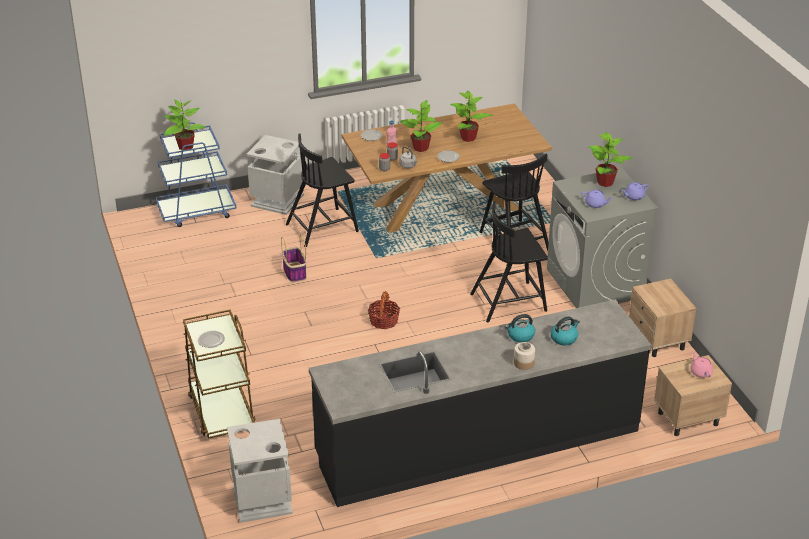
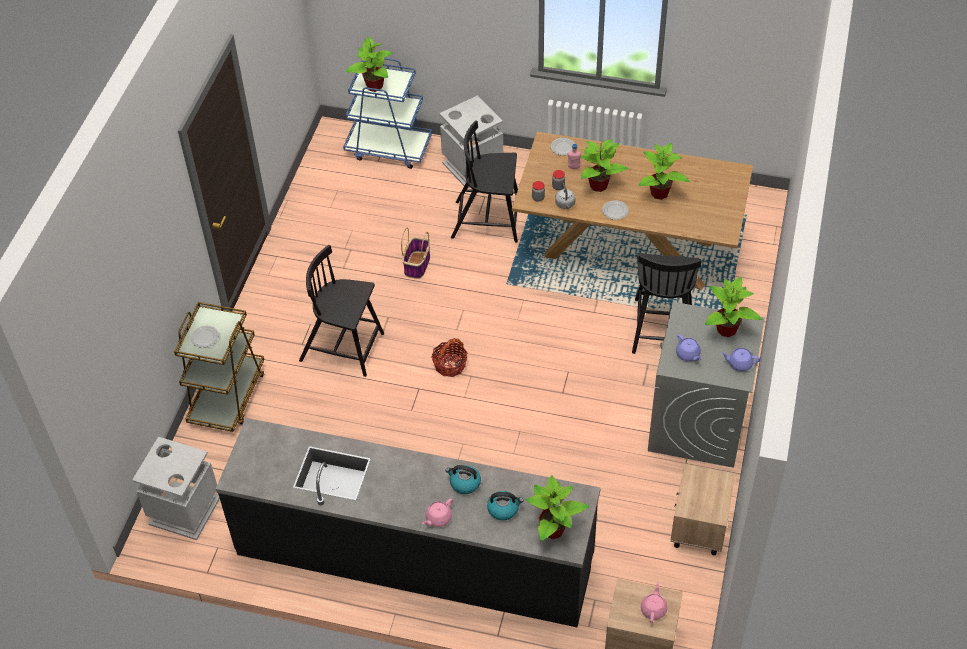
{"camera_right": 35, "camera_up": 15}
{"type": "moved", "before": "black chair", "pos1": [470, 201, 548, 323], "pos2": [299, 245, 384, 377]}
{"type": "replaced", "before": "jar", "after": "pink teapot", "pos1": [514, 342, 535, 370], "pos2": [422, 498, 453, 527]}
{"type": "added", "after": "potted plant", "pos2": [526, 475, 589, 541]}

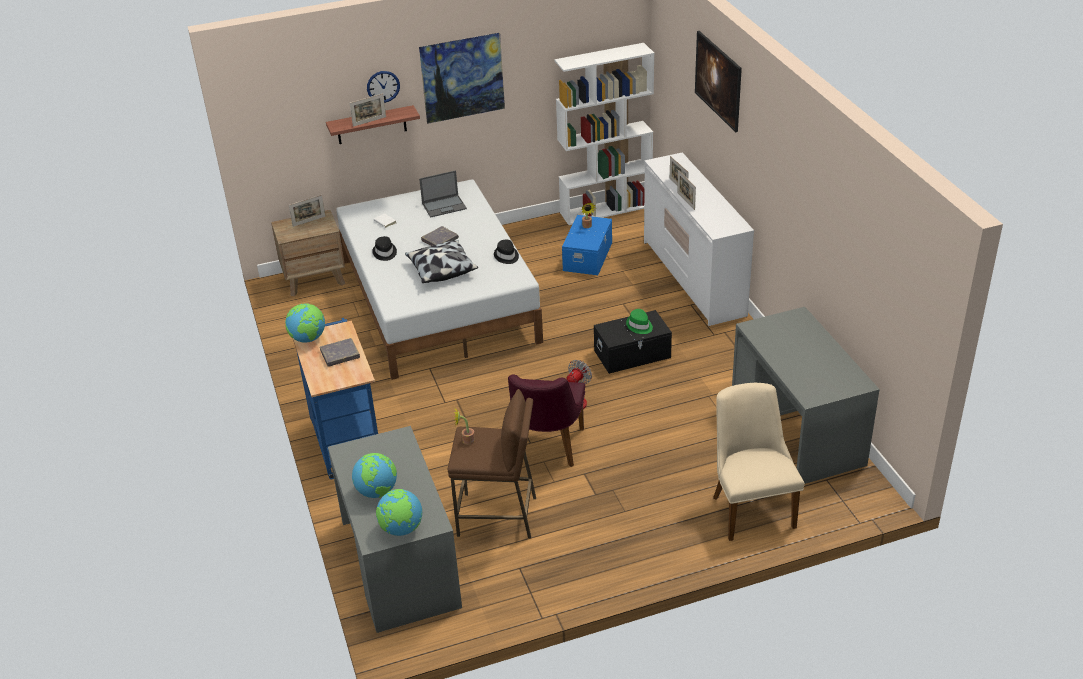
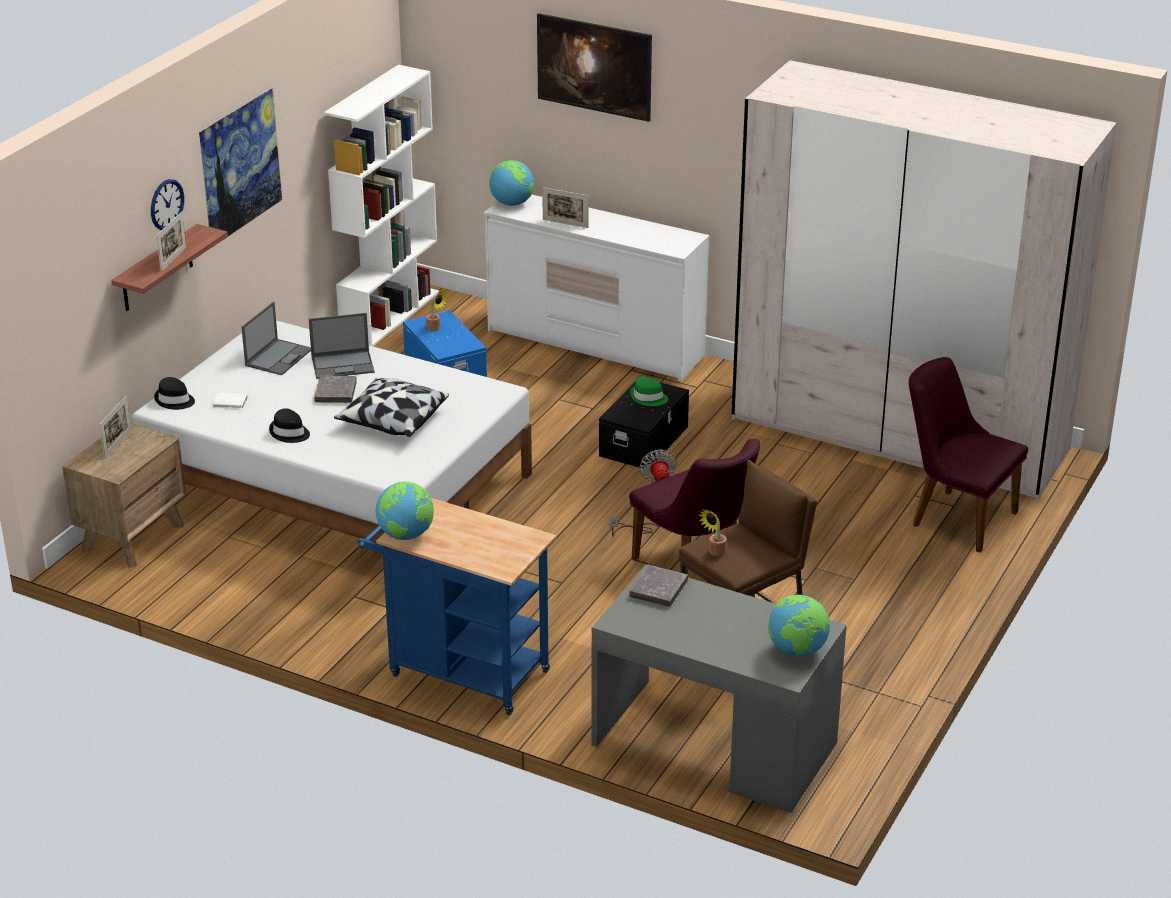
{"camera_right": -45, "camera_up": -5}
{"type": "removed", "before": "picture frame", "pos1": [677, 170, 696, 210]}
{"type": "moved", "before": "black hat", "pos1": [494, 239, 519, 264], "pos2": [154, 377, 195, 410]}
{"type": "replaced", "before": "grey desk", "after": "beige wardrobe", "pos1": [732, 307, 880, 484], "pos2": [732, 60, 1116, 500]}
{"type": "moved", "before": "grey book", "pos1": [320, 338, 360, 366], "pos2": [629, 565, 688, 607]}
{"type": "recoloured", "before": "beige chair", "after": "purple chair", "pos1": [713, 383, 805, 541], "pos2": [909, 357, 1028, 553]}
{"type": "moved", "before": "globe", "pos1": [352, 453, 397, 498], "pos2": [489, 160, 534, 206]}
{"type": "added", "after": "laptop", "pos2": [309, 313, 375, 379]}

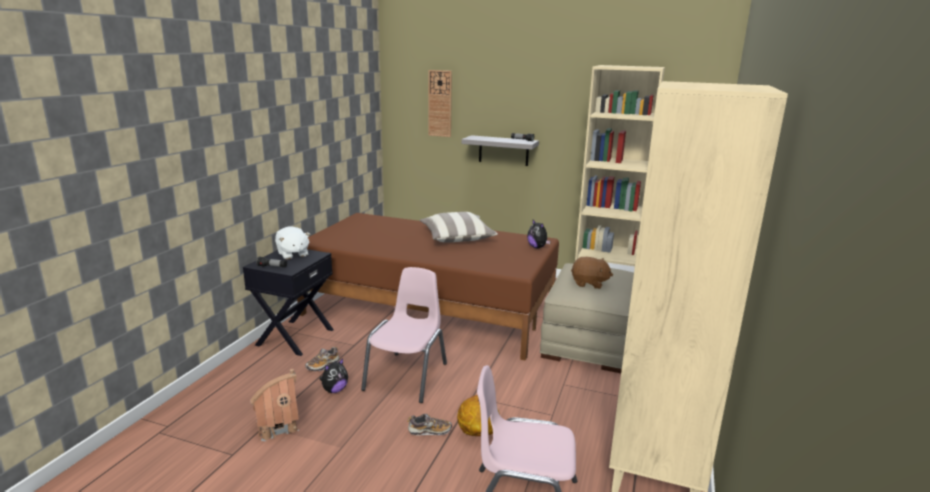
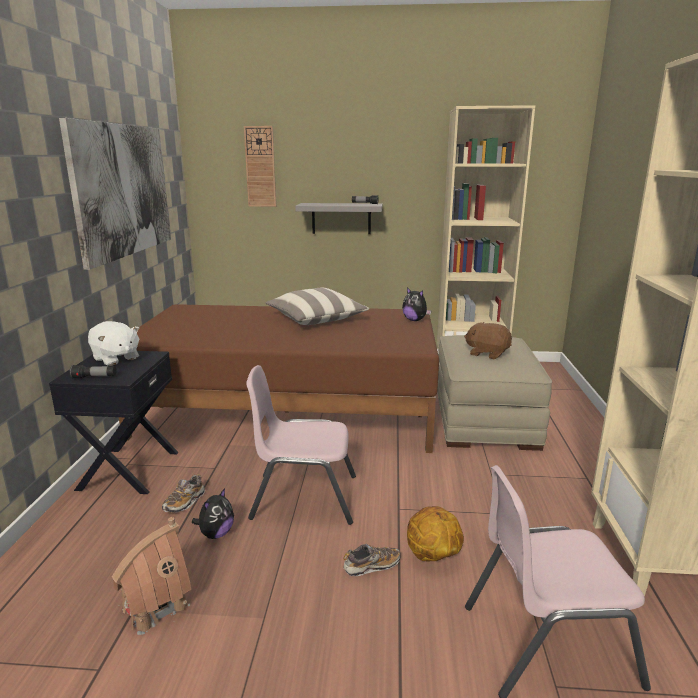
{"camera_right": -15, "camera_up": 0}
{"type": "turned", "before": "brown plush toy", "pos1": [571, 257, 613, 289], "pos2": [464, 322, 512, 359], "turn": -150}
{"type": "turned", "before": "pink chair", "pos1": [361, 267, 447, 403], "pos2": [246, 365, 356, 525], "turn": -90}
{"type": "added", "after": "picture", "pos2": [59, 118, 171, 270]}

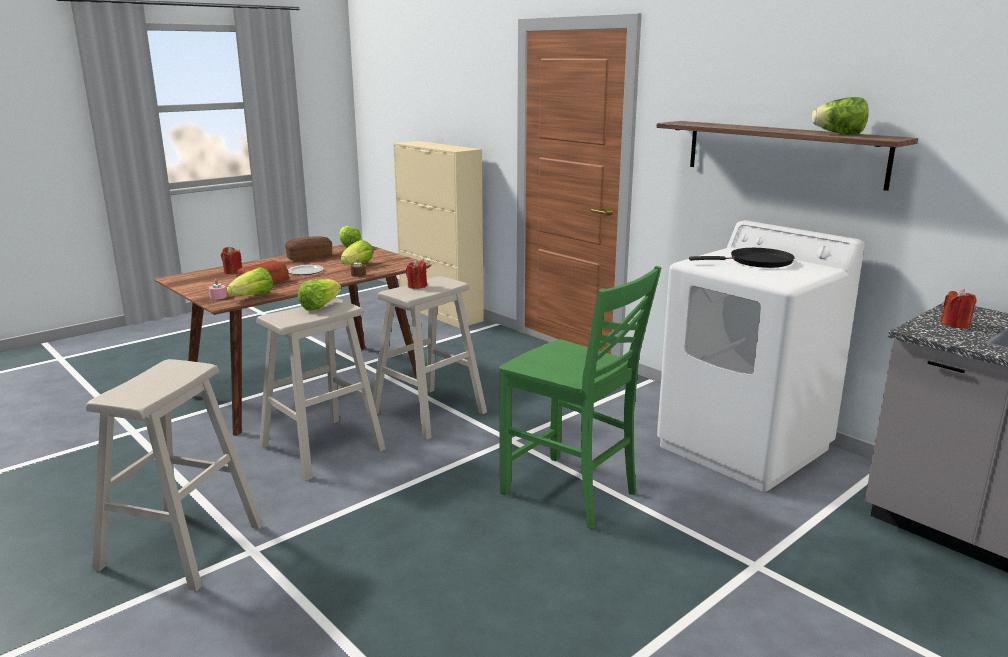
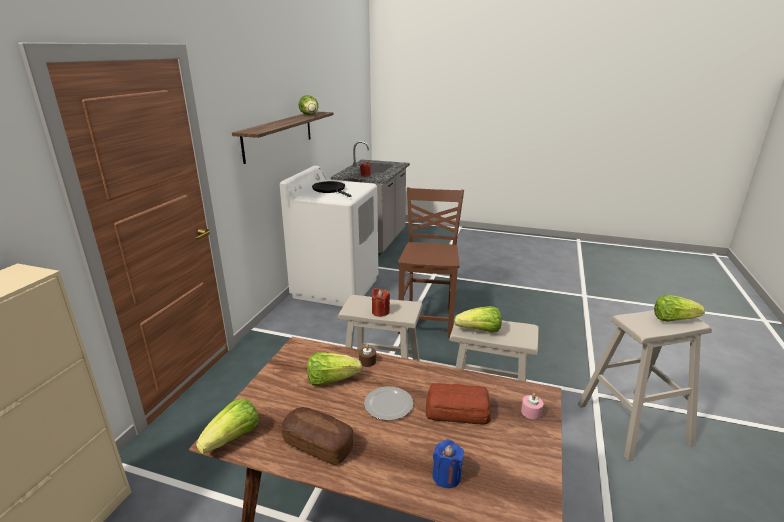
{"camera_right": -120, "camera_up": 5}
{"type": "recoloured", "before": "red candle", "after": "blue candle", "pos1": [221, 247, 243, 274], "pos2": [432, 440, 464, 488]}
{"type": "recoloured", "before": "green chair", "after": "brown chair", "pos1": [499, 266, 662, 529], "pos2": [398, 187, 464, 338]}
{"type": "moved", "before": "lettuce", "pos1": [227, 267, 273, 296], "pos2": [654, 295, 705, 322]}

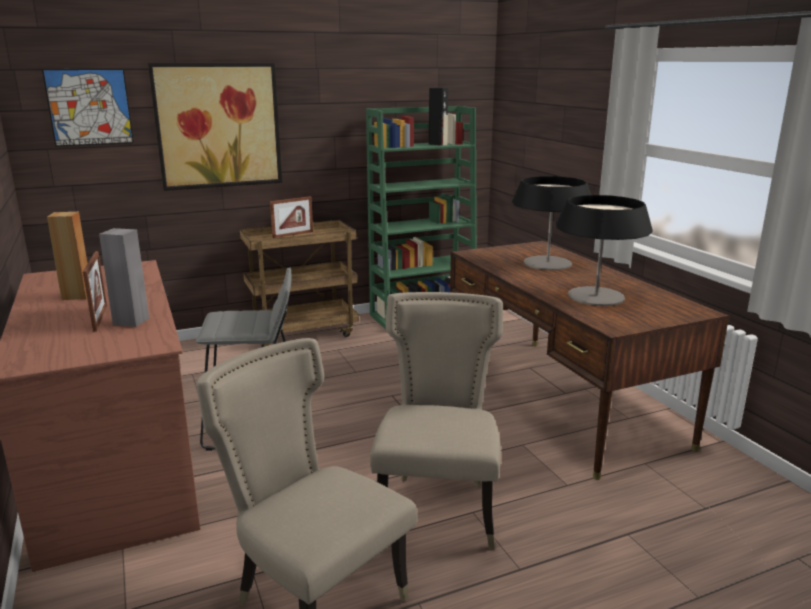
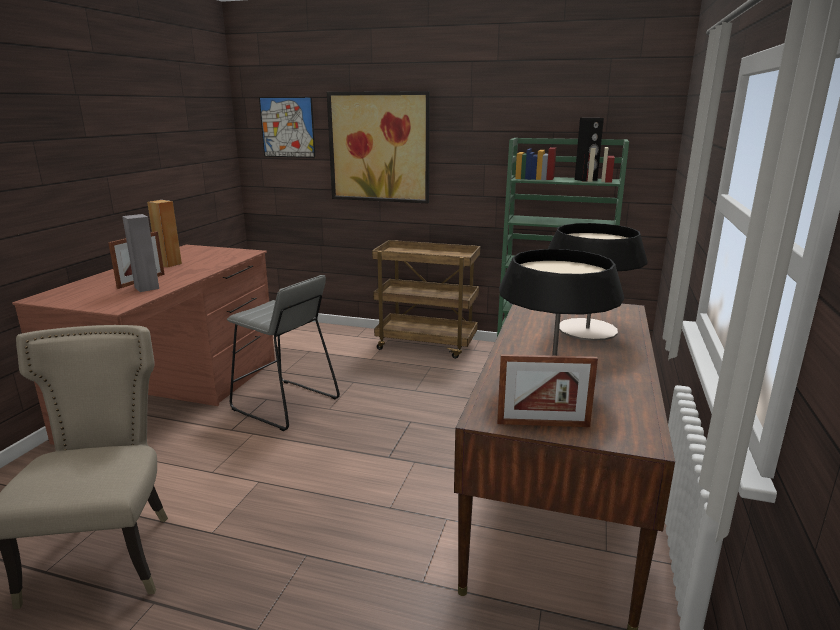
{"camera_right": 40, "camera_up": 0}
{"type": "moved", "before": "picture frame", "pos1": [270, 196, 313, 238], "pos2": [497, 354, 598, 427]}
{"type": "removed", "before": "beige chair", "pos1": [370, 292, 503, 550]}

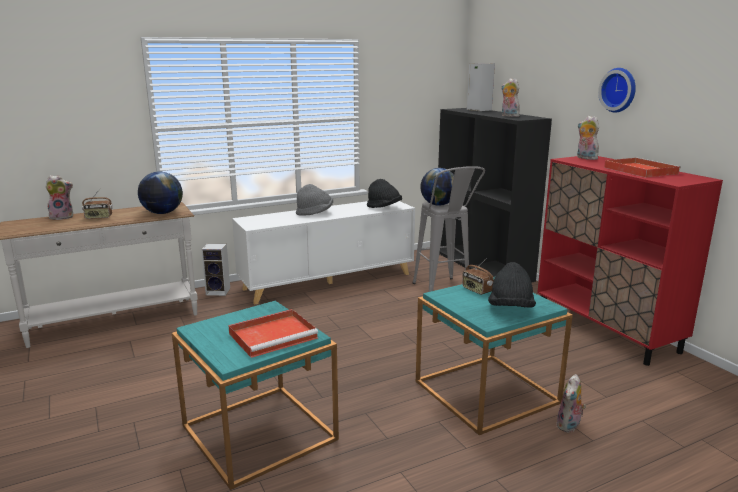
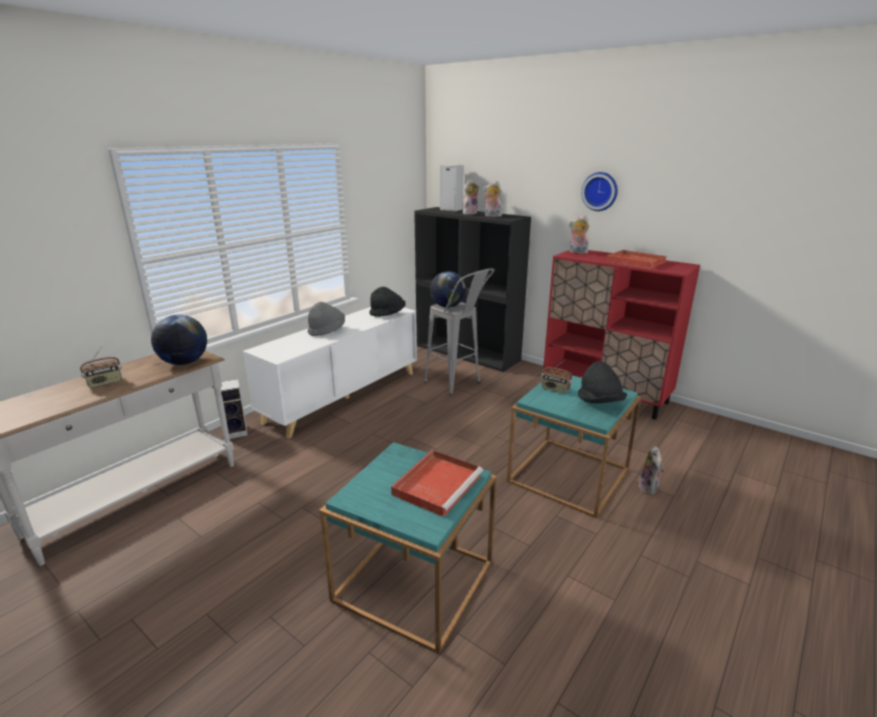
{"camera_right": -25, "camera_up": 5}
{"type": "moved", "before": "plush toy", "pos1": [45, 175, 73, 220], "pos2": [463, 179, 479, 215]}

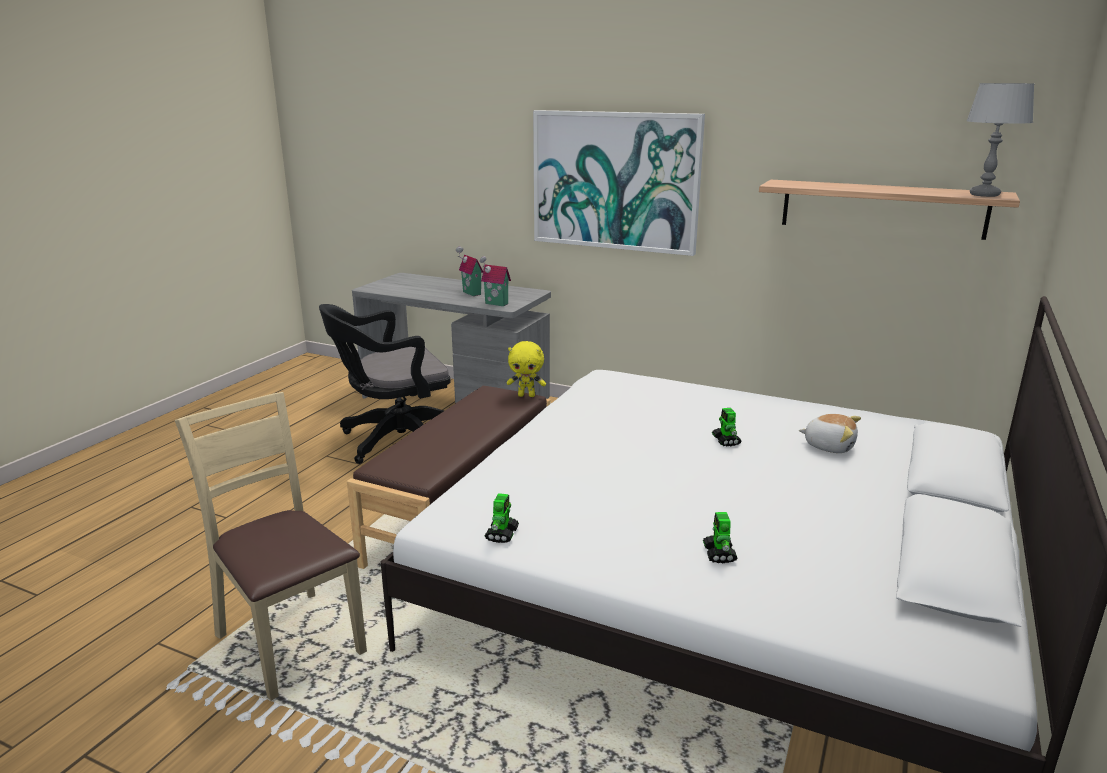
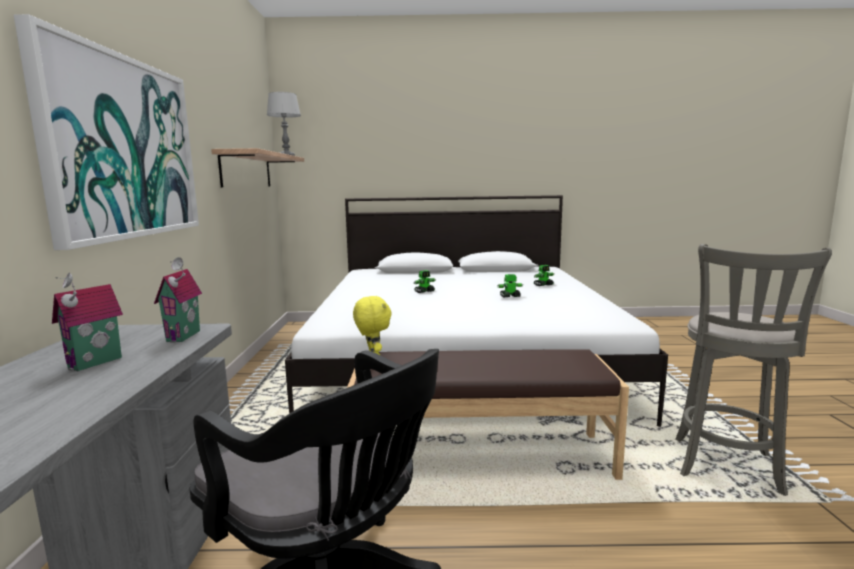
{"camera_right": -115, "camera_up": -10}
{"type": "replaced", "before": "beige chair", "after": "grey stool", "pos1": [175, 392, 367, 701], "pos2": [675, 244, 832, 496]}
{"type": "removed", "before": "plush toy", "pos1": [799, 414, 861, 453]}
{"type": "moved", "before": "toy robot", "pos1": [485, 493, 519, 543], "pos2": [497, 274, 523, 297]}

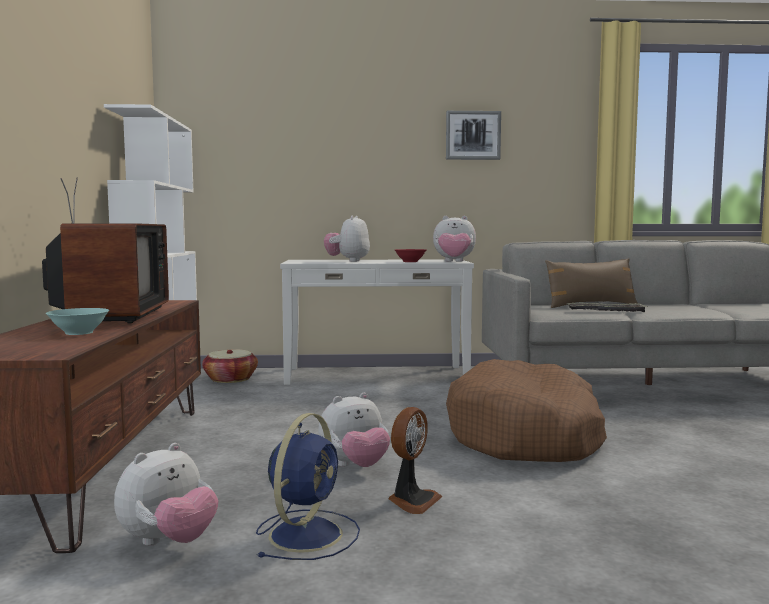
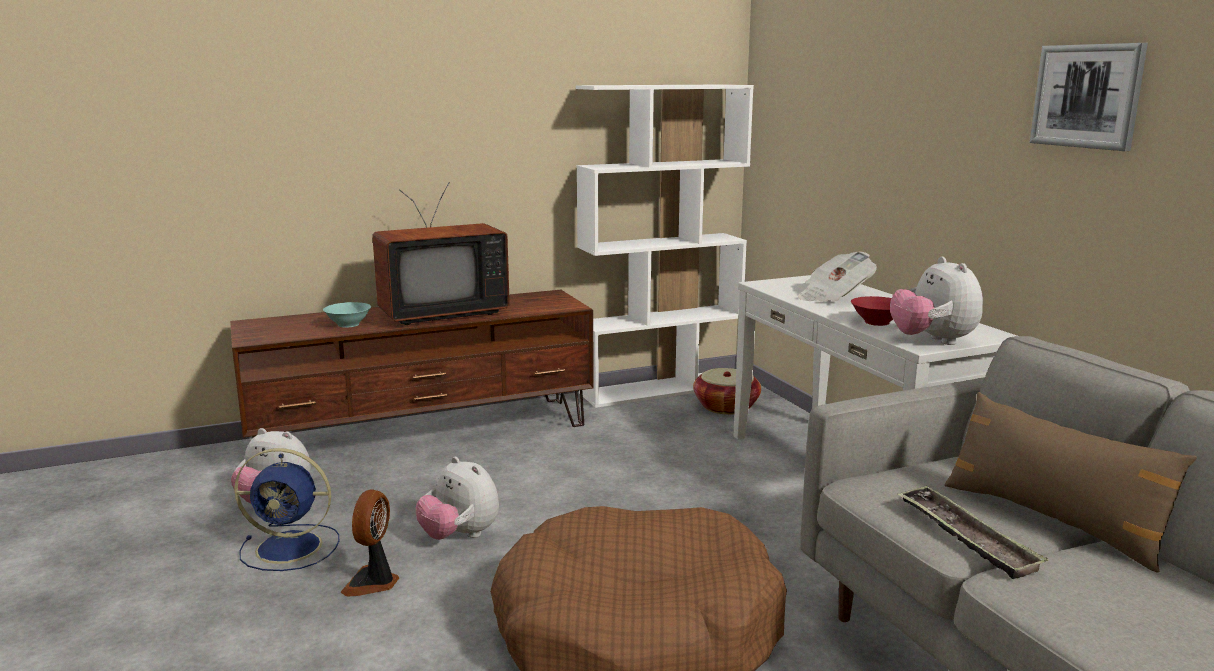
{"camera_right": 70, "camera_up": 10}
{"type": "replaced", "before": "plush toy", "after": "newspaper", "pos1": [324, 215, 370, 262], "pos2": [798, 252, 877, 302]}
{"type": "turned", "before": "fan", "pos1": [388, 407, 442, 514], "pos2": [341, 489, 399, 596], "turn": 90}

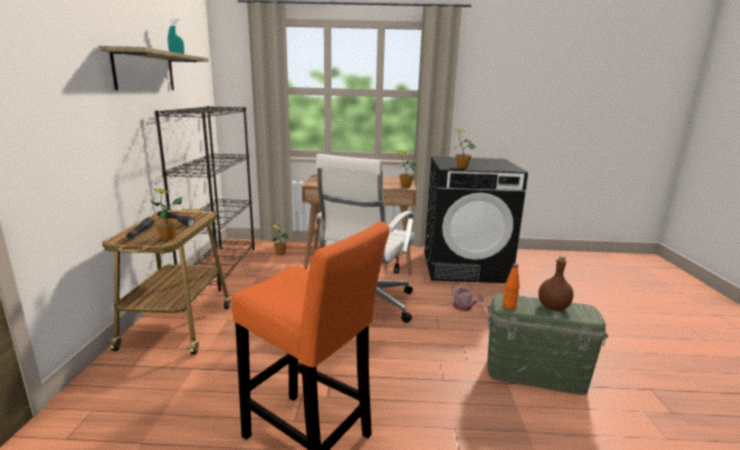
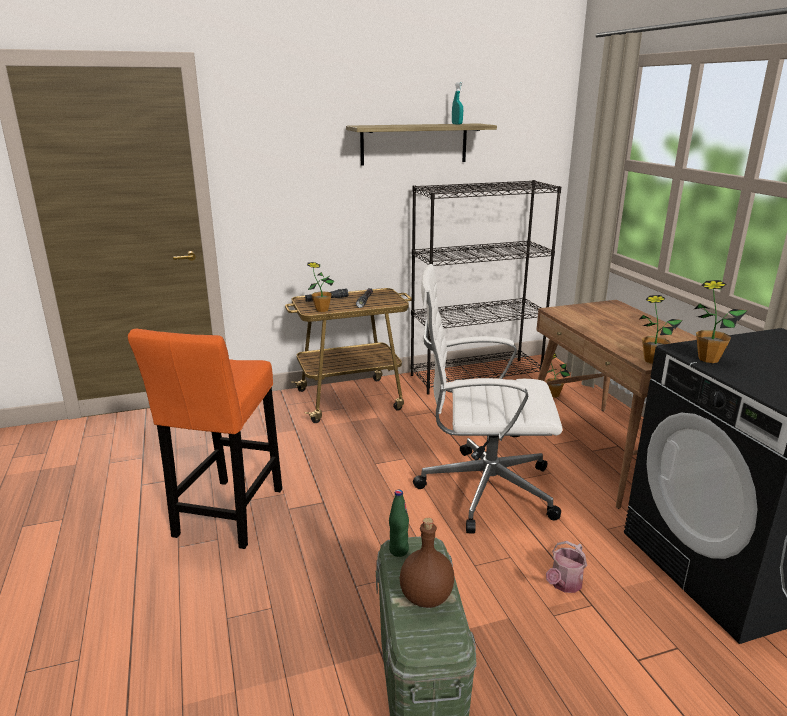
{"camera_right": 70, "camera_up": 5}
{"type": "recoloured", "before": "orange bottle", "after": "green bottle", "pos1": [503, 264, 520, 310], "pos2": [389, 490, 409, 557]}

